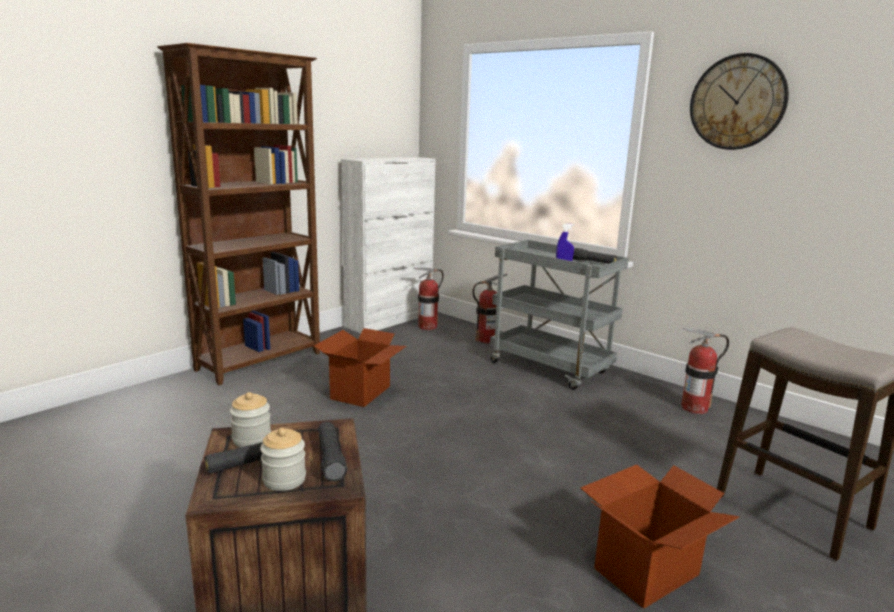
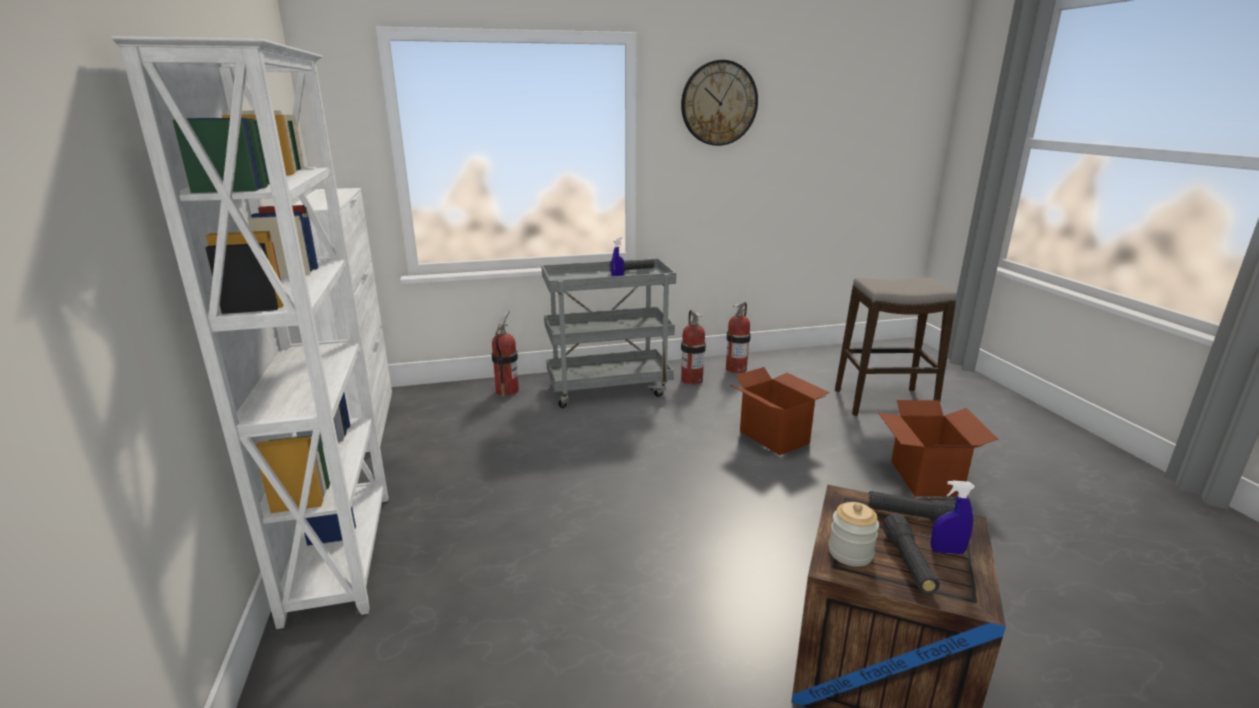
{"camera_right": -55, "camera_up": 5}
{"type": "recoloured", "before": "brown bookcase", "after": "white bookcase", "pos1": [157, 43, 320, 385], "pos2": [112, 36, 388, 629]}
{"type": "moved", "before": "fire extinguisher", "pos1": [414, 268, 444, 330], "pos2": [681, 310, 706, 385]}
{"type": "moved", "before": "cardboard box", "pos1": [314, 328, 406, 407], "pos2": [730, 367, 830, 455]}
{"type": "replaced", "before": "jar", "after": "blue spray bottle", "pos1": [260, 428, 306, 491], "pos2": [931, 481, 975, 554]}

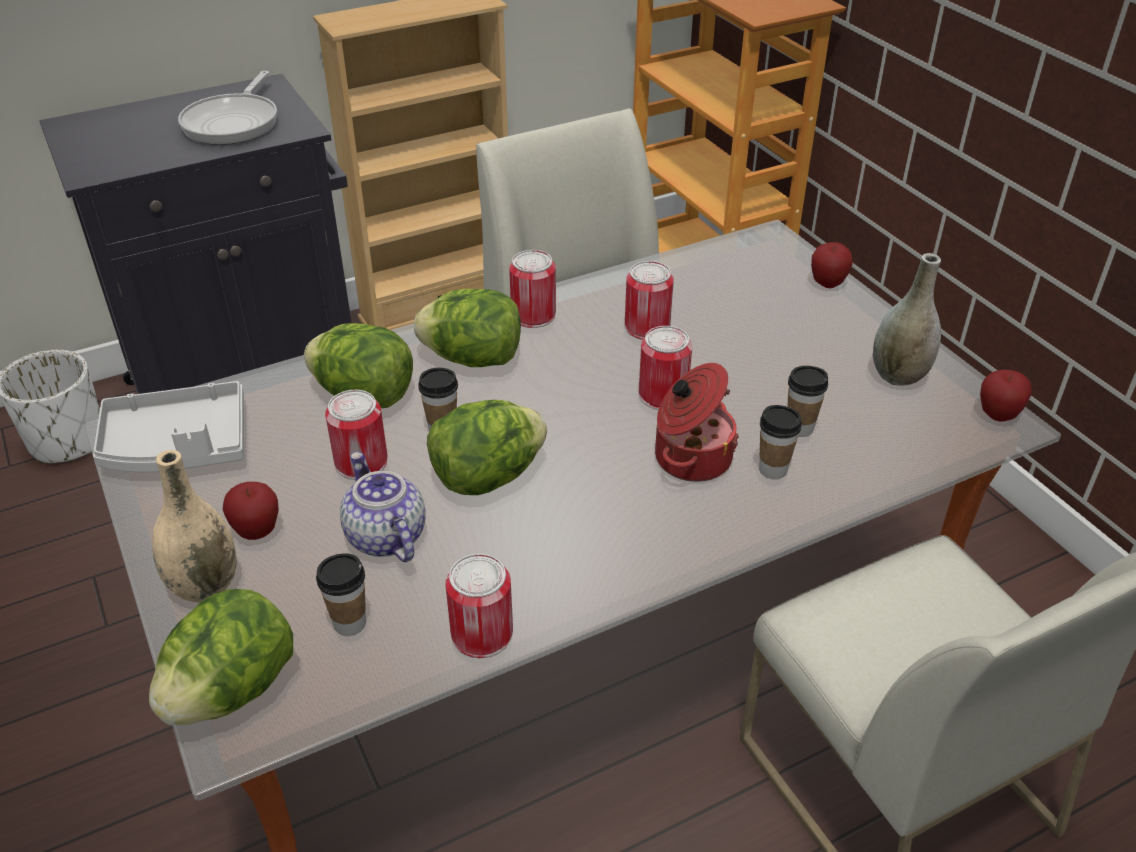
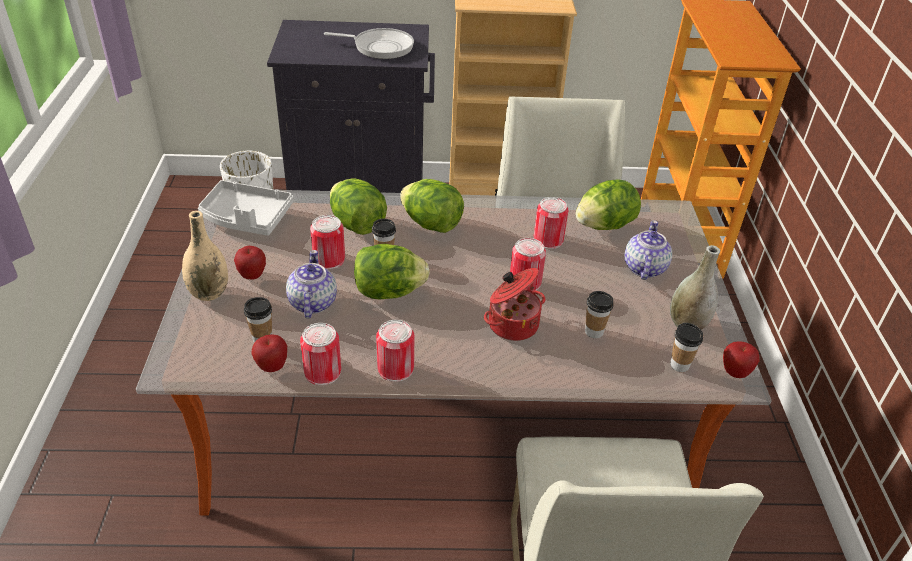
{"camera_right": 25, "camera_up": 0}
{"type": "turned", "before": "frying pan", "pos1": [178, 71, 277, 145], "pos2": [324, 28, 414, 59], "turn": -120}
{"type": "moved", "before": "apple", "pos1": [811, 242, 853, 288], "pos2": [251, 334, 287, 372]}
{"type": "moved", "before": "can", "pos1": [509, 250, 556, 328], "pos2": [376, 320, 414, 382]}
{"type": "moved", "before": "cup", "pos1": [759, 405, 802, 479], "pos2": [670, 323, 703, 372]}
{"type": "moved", "before": "lettuce", "pos1": [149, 589, 293, 725], "pos2": [576, 179, 641, 230]}
{"type": "added", "after": "teapot", "pos2": [624, 220, 672, 280]}

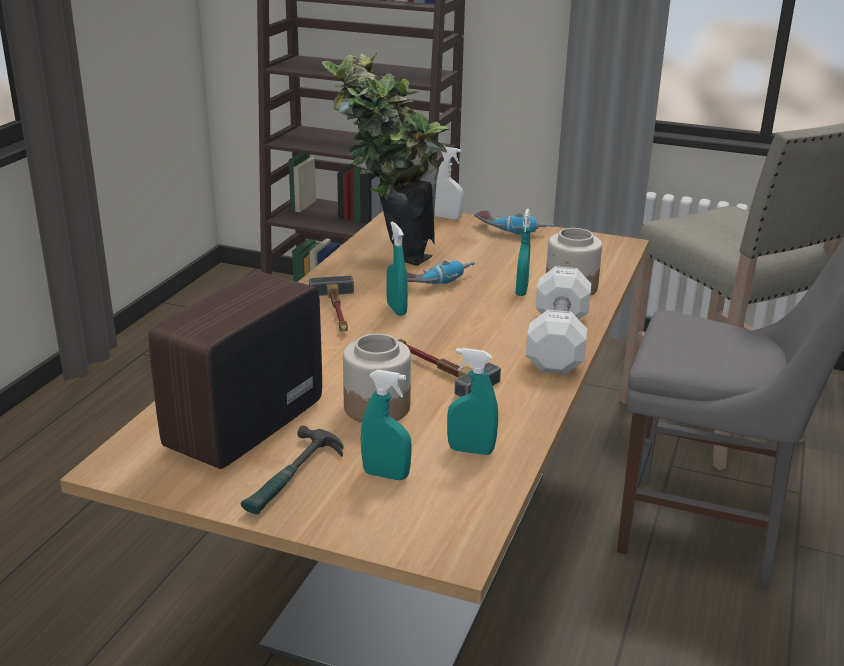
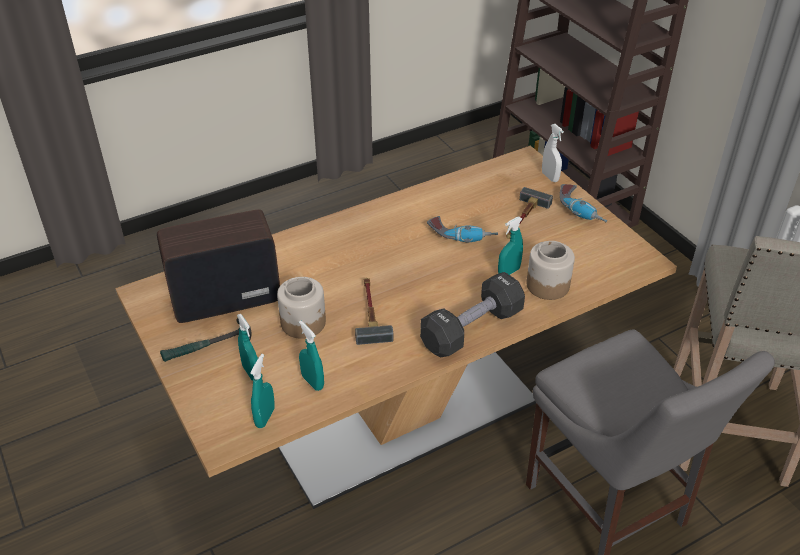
{"camera_right": 40, "camera_up": 15}
{"type": "removed", "before": "potted plant", "pos1": [322, 52, 450, 266]}
{"type": "moved", "before": "turquoise spray bottle", "pos1": [386, 222, 408, 316], "pos2": [250, 354, 275, 428]}
{"type": "recoloured", "before": "white dumbbell", "after": "black dumbbell", "pos1": [526, 266, 591, 374], "pos2": [420, 272, 525, 357]}
{"type": "moved", "before": "hammer", "pos1": [309, 276, 354, 331], "pos2": [507, 187, 553, 239]}

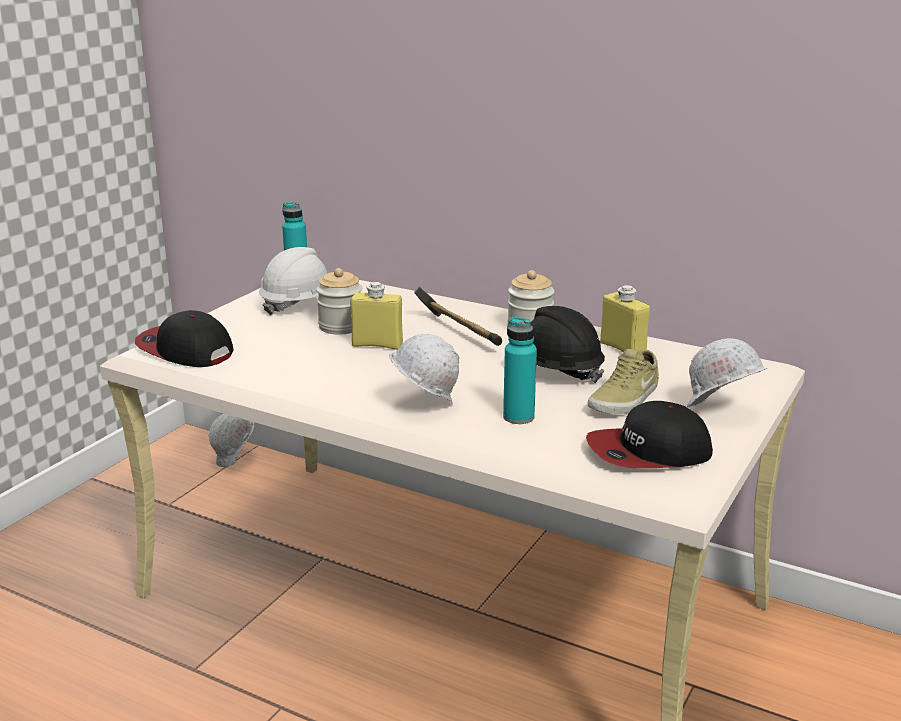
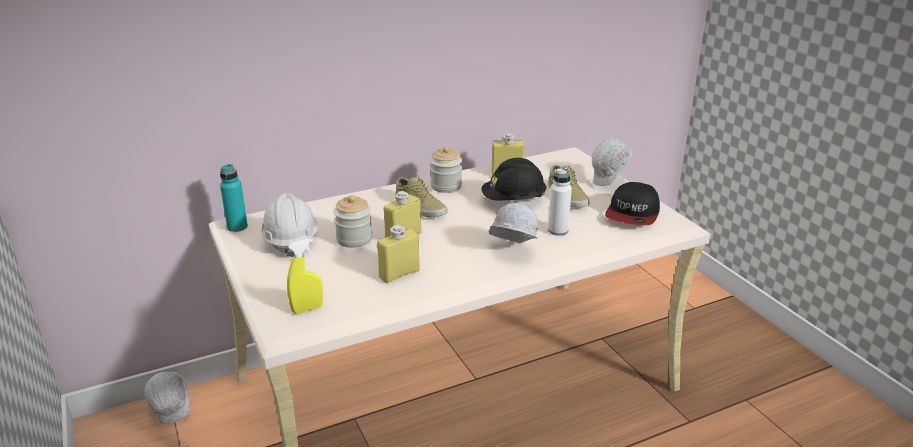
{"camera_right": -55, "camera_up": 5}
{"type": "replaced", "before": "hammer", "after": "beige shoe", "pos1": [414, 287, 502, 346], "pos2": [395, 176, 447, 217]}
{"type": "replaced", "before": "cap", "after": "yellow spray bottle", "pos1": [135, 310, 233, 367], "pos2": [287, 238, 323, 314]}
{"type": "recoloured", "before": "turquoise bottle", "after": "white bottle", "pos1": [503, 317, 537, 424], "pos2": [548, 167, 572, 236]}
{"type": "added", "after": "yellow bottle", "pos2": [377, 225, 420, 283]}

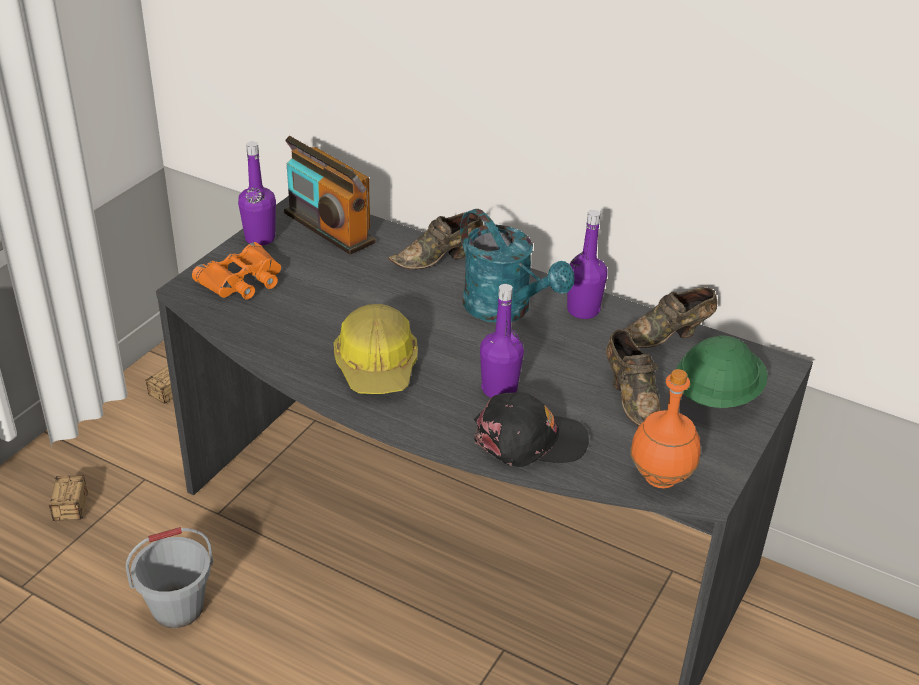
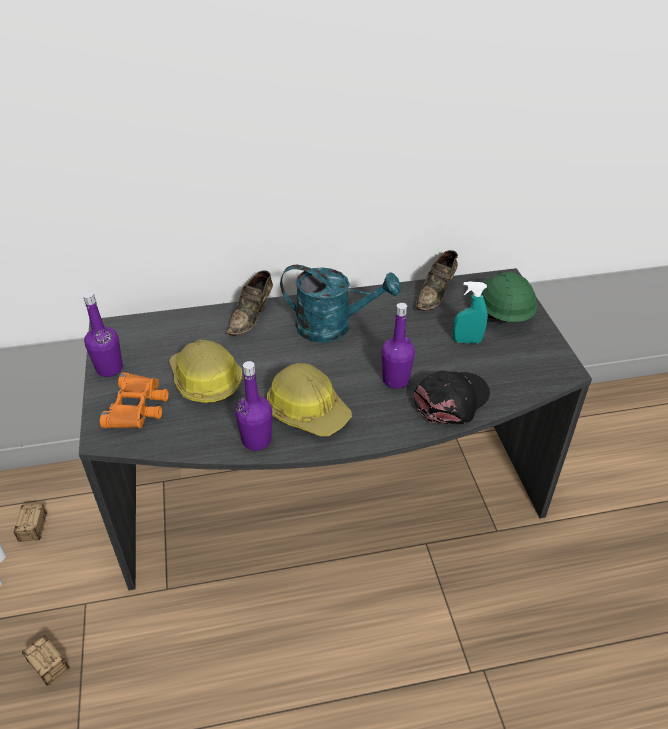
{"camera_right": -40, "camera_up": 5}
{"type": "removed", "before": "radio", "pos1": [284, 136, 376, 255]}
{"type": "moved", "before": "purple bottle", "pos1": [567, 210, 608, 319], "pos2": [235, 361, 272, 451]}
{"type": "replaced", "before": "brown shoe", "after": "turquoise spray bottle", "pos1": [606, 329, 661, 426], "pos2": [453, 281, 487, 344]}
{"type": "removed", "before": "orange bottle", "pos1": [630, 369, 701, 488]}
{"type": "removed", "before": "grey bucket", "pos1": [126, 527, 213, 628]}
{"type": "added", "after": "hard hat", "pos2": [169, 339, 242, 403]}

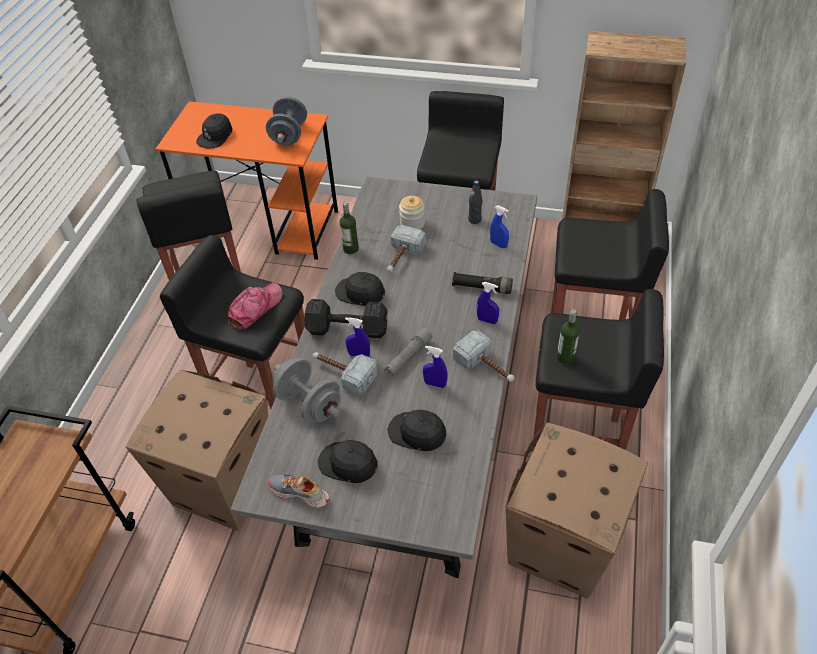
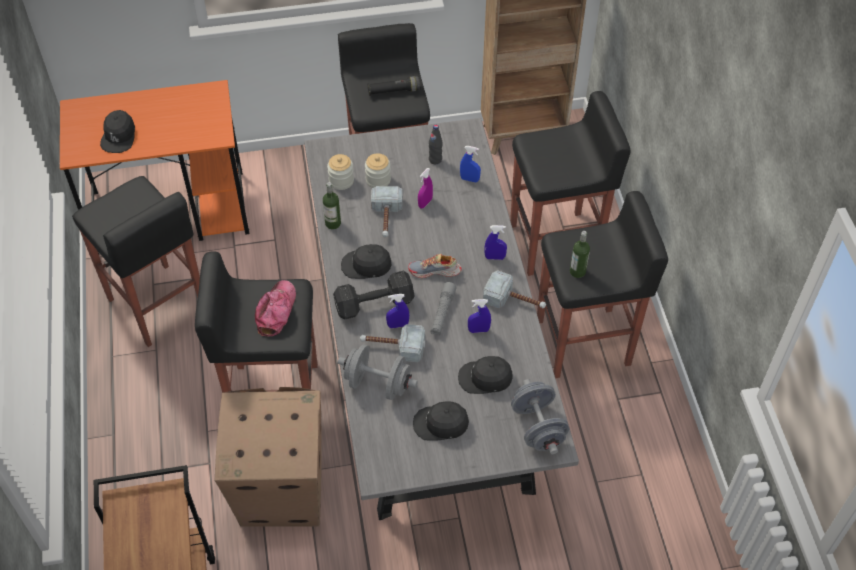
{"camera_right": -25, "camera_up": 5}
{"type": "moved", "before": "grey dumbbell", "pos1": [266, 96, 307, 145], "pos2": [511, 379, 569, 454]}
{"type": "moved", "before": "black flashlight", "pos1": [452, 272, 513, 294], "pos2": [368, 76, 421, 96]}
{"type": "removed", "before": "cardboard box", "pos1": [506, 423, 648, 599]}
{"type": "moved", "before": "shoe", "pos1": [268, 474, 329, 508], "pos2": [408, 254, 462, 278]}
{"type": "added", "after": "jar", "pos2": [327, 154, 354, 190]}
{"type": "added", "after": "purple spray bottle", "pos2": [418, 168, 433, 209]}

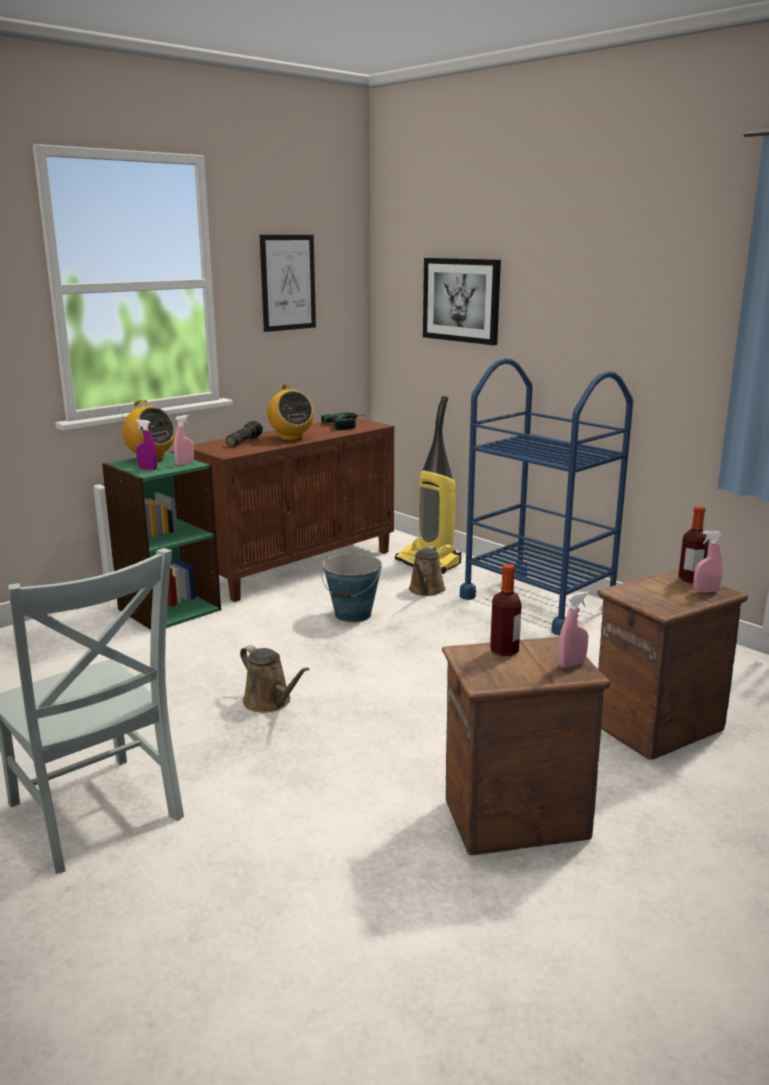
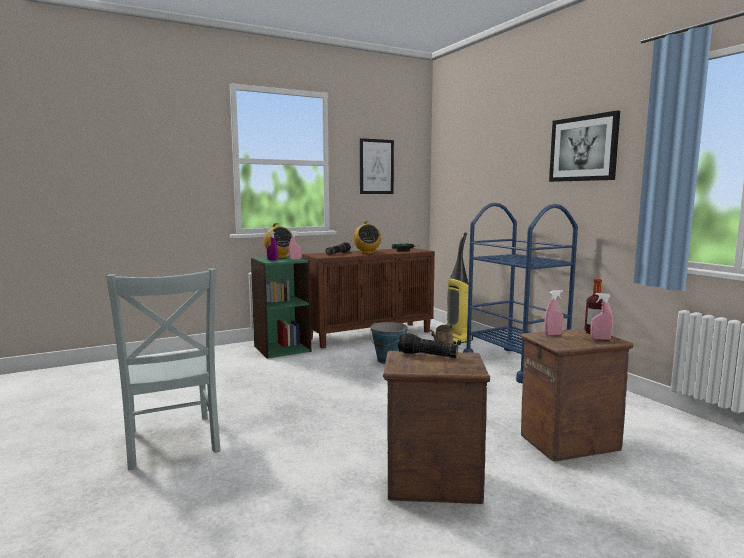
{"camera_right": 15, "camera_up": -10}
{"type": "moved", "before": "picture", "pos1": [423, 258, 501, 345], "pos2": [549, 110, 620, 182]}
{"type": "replaced", "before": "bottle", "after": "flashlight", "pos1": [490, 564, 522, 656], "pos2": [398, 333, 458, 358]}
{"type": "moved", "before": "pink spray bottle", "pos1": [558, 592, 589, 668], "pos2": [544, 290, 564, 335]}
{"type": "removed", "before": "brown watering can", "pos1": [240, 645, 309, 713]}

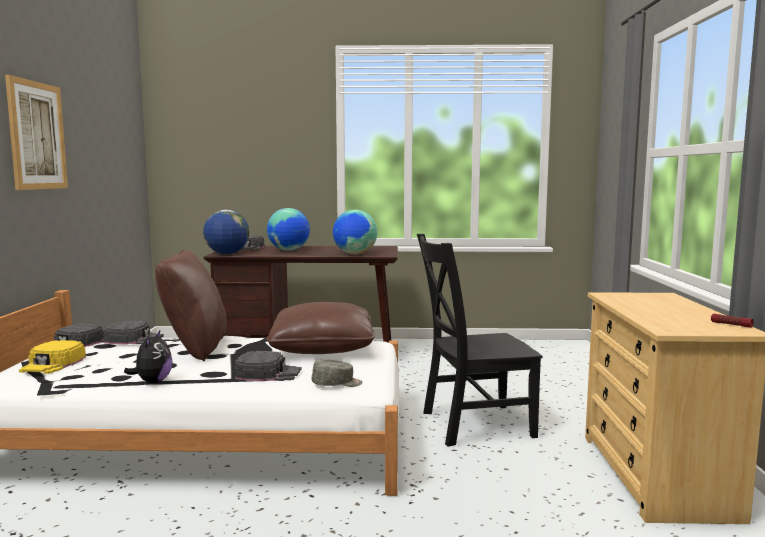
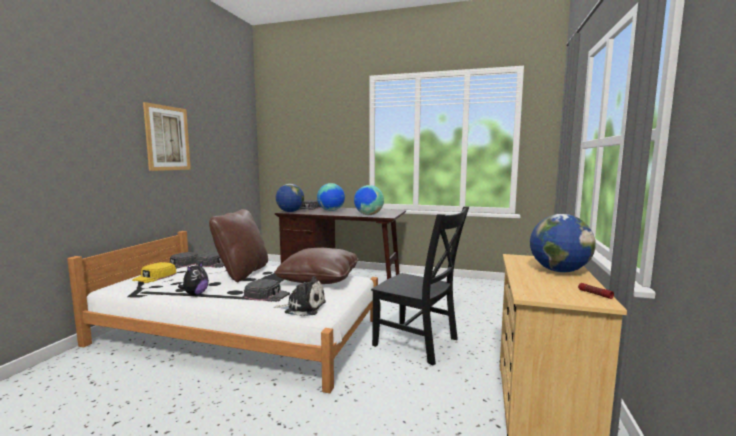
{"camera_right": 15, "camera_up": 0}
{"type": "turned", "before": "black chair", "pos1": [417, 234, 543, 447], "pos2": [371, 206, 469, 366], "turn": -150}
{"type": "replaced", "before": "grey cap", "after": "plush toy", "pos1": [312, 360, 362, 387], "pos2": [274, 276, 326, 316]}
{"type": "added", "after": "globe", "pos2": [530, 214, 596, 272]}

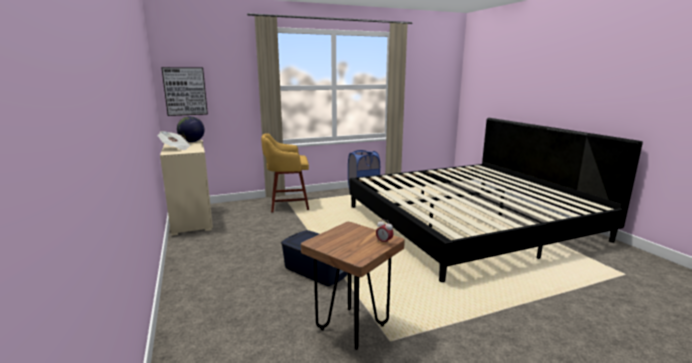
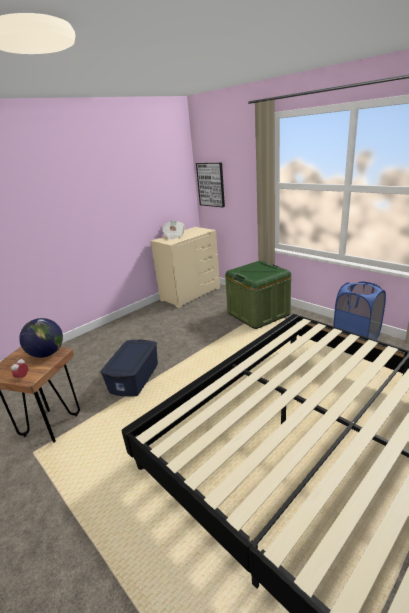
{"camera_right": 70, "camera_up": 10}
{"type": "moved", "before": "globe", "pos1": [177, 116, 205, 142], "pos2": [19, 318, 63, 358]}
{"type": "replaced", "before": "yellow stool", "after": "green storage box", "pos1": [261, 133, 309, 212], "pos2": [225, 261, 291, 329]}

